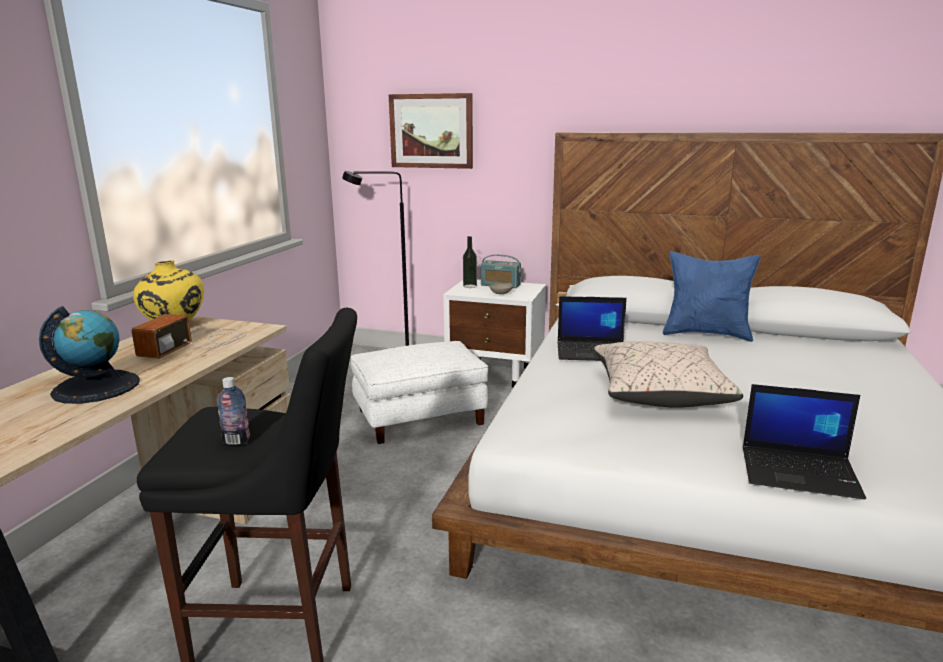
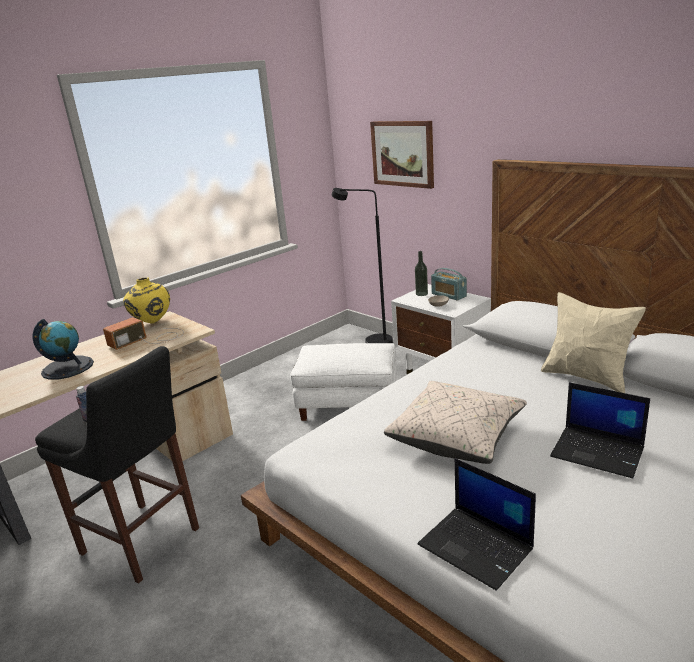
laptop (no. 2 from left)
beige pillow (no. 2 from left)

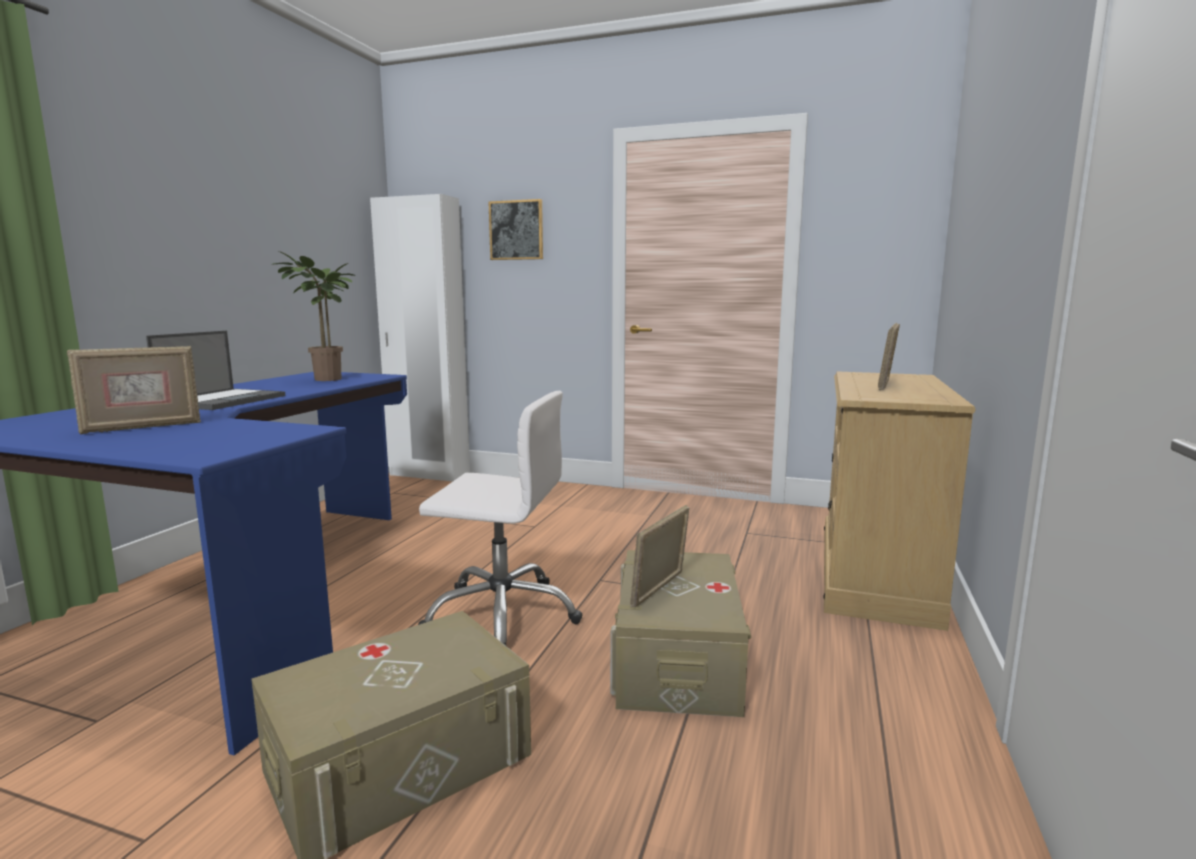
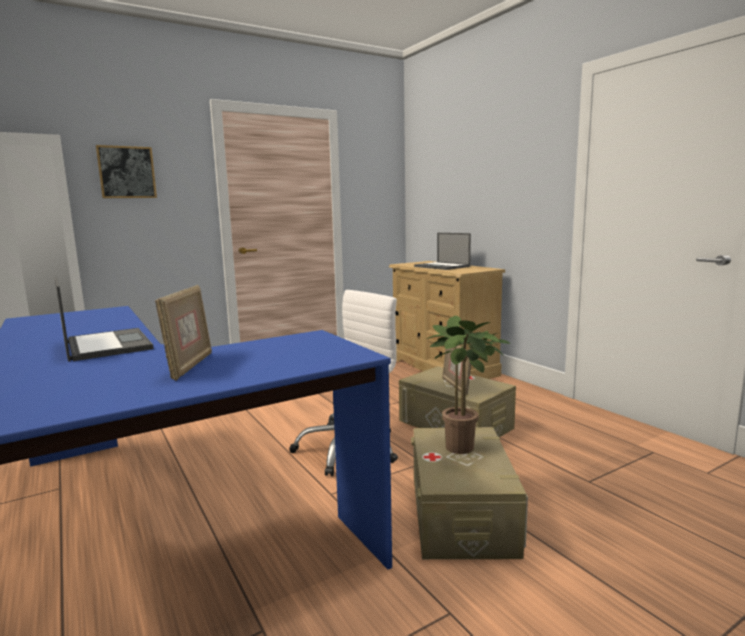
potted plant
laptop (no. 2 from left)

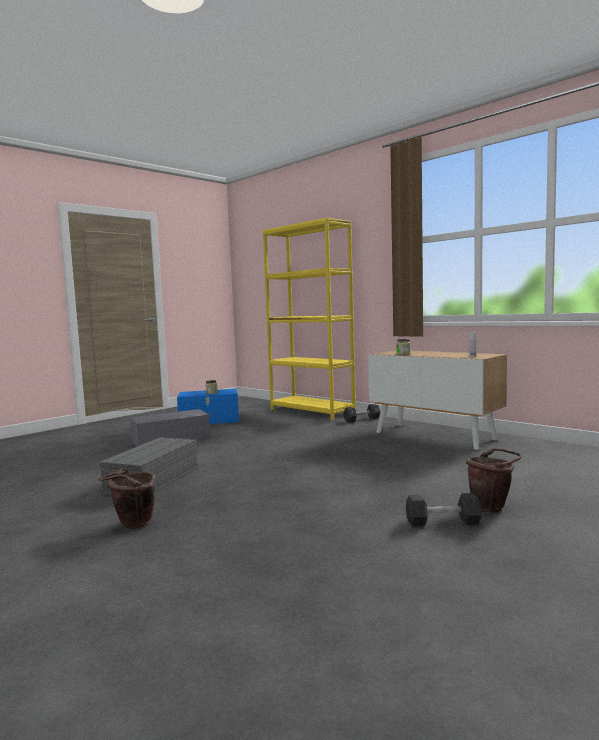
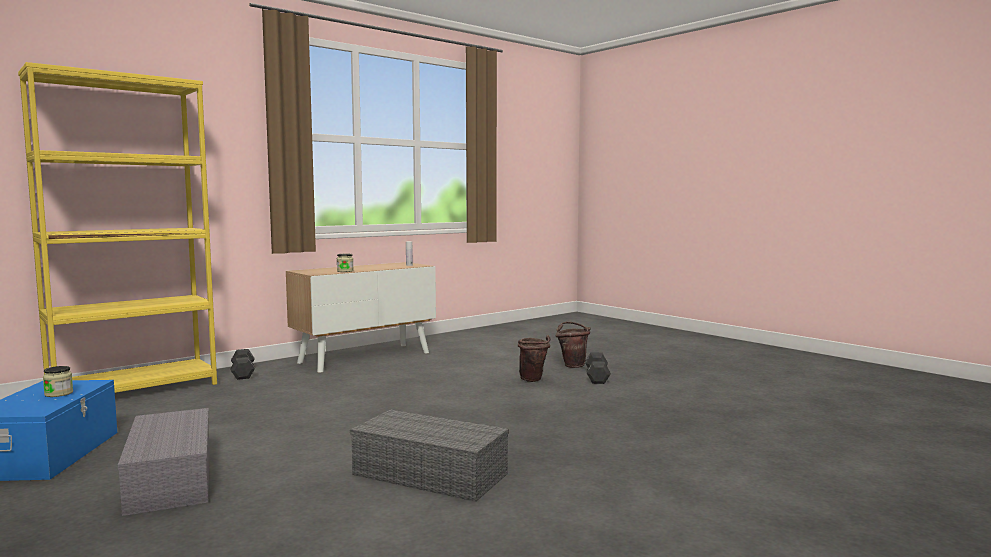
brown bucket (no. 1 from left)

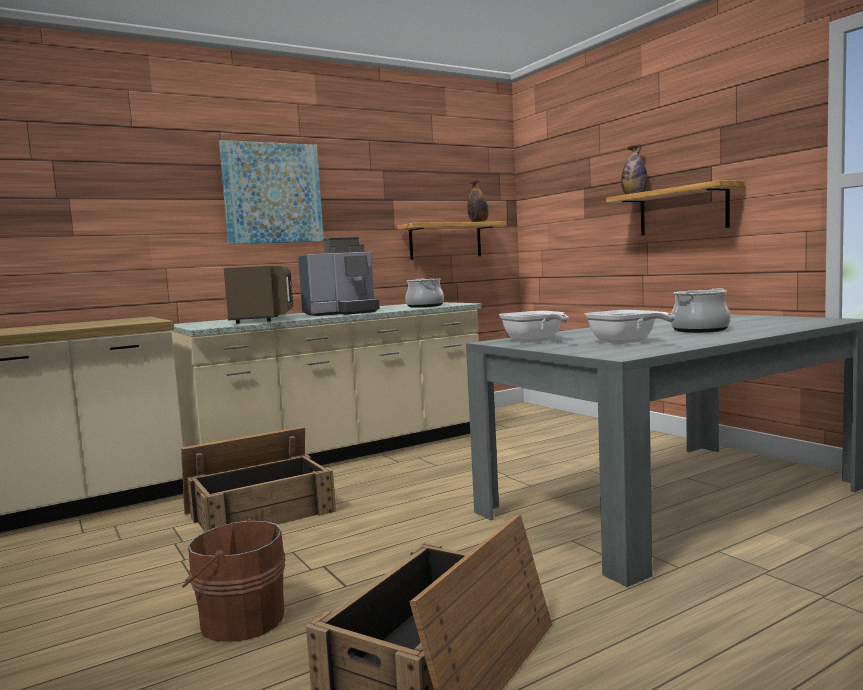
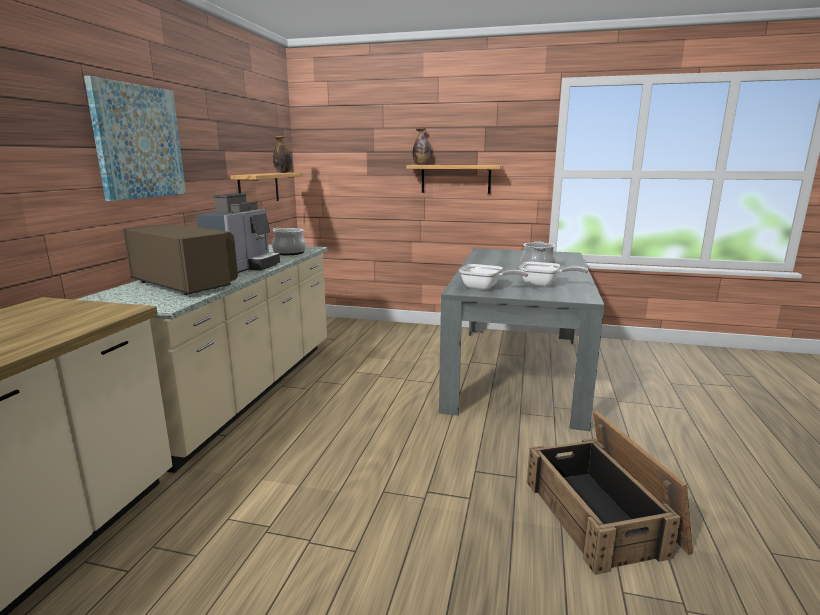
crate (no. 1 from left in the first image)
brown bucket

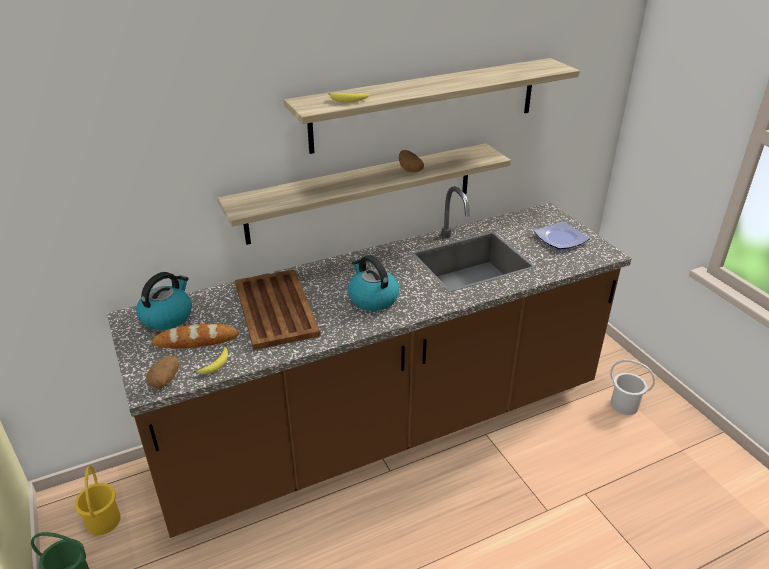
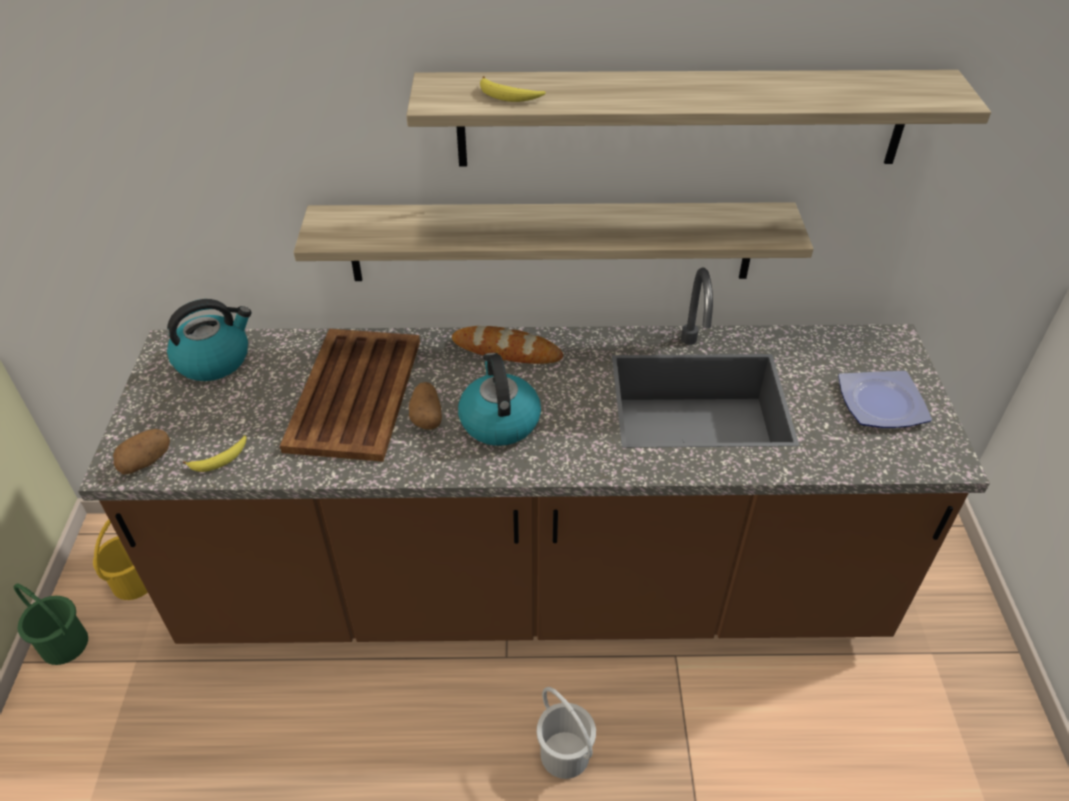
bread
potato (no. 2 from left)
white bucket

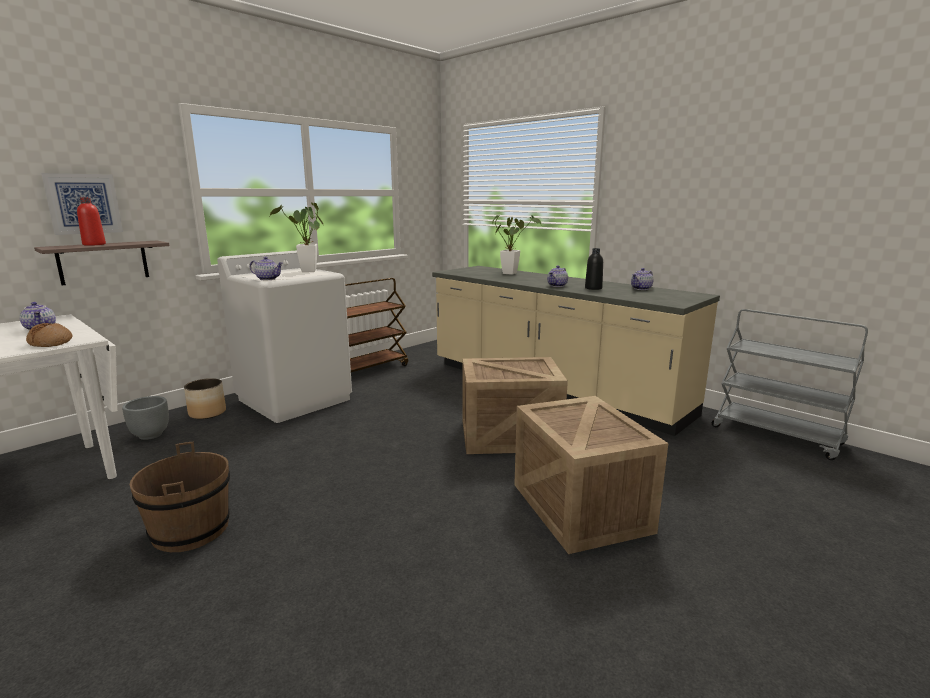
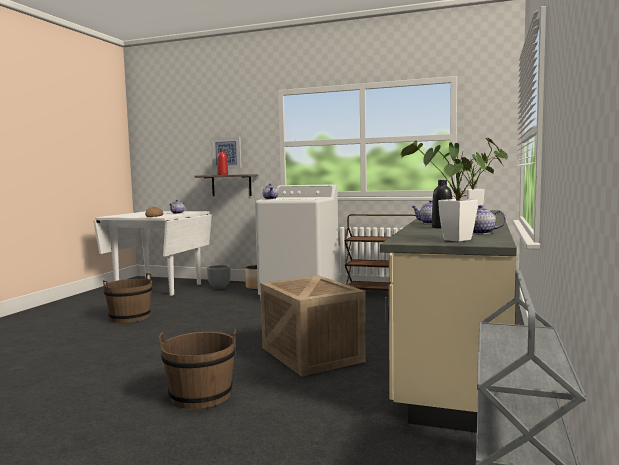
potted plant (no. 1 from left)
brown bucket (no. 2 from left)

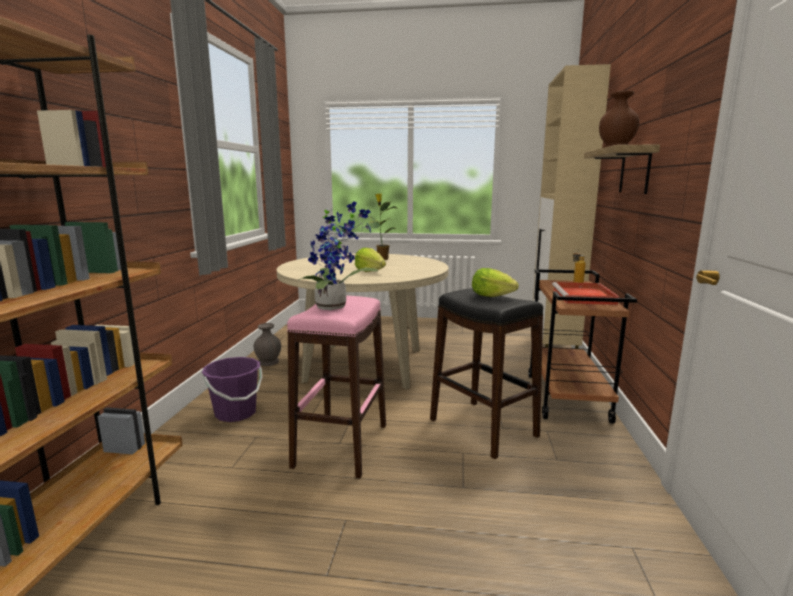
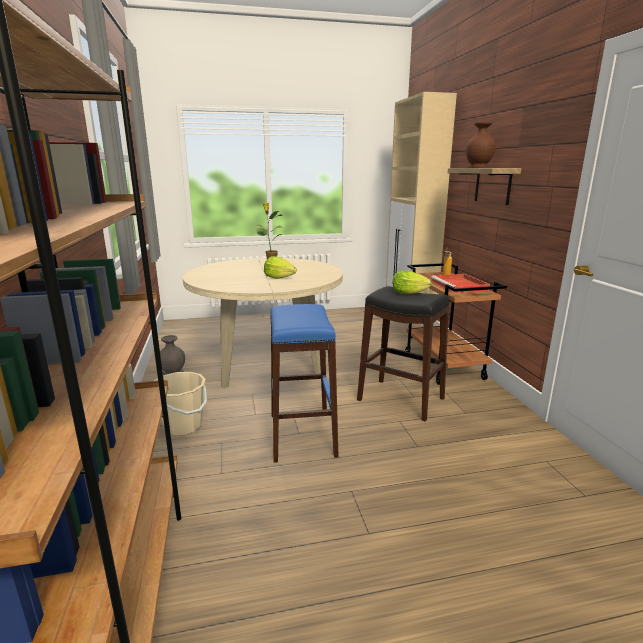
beige bucket
blue stool
potted plant (no. 1 from left in the first image)

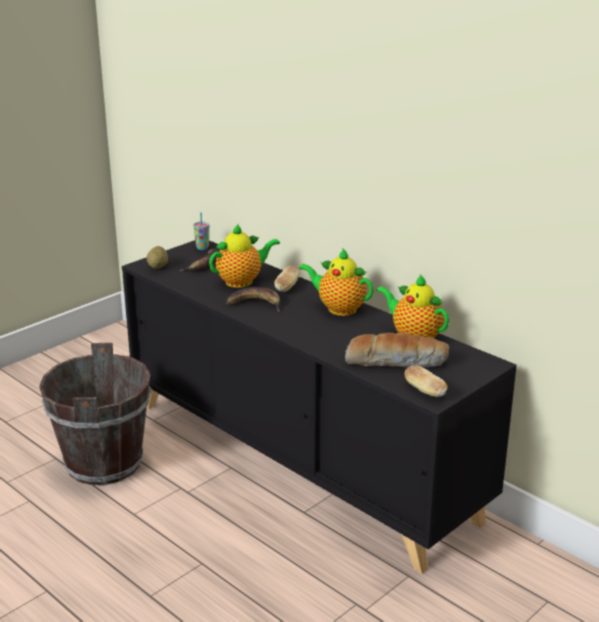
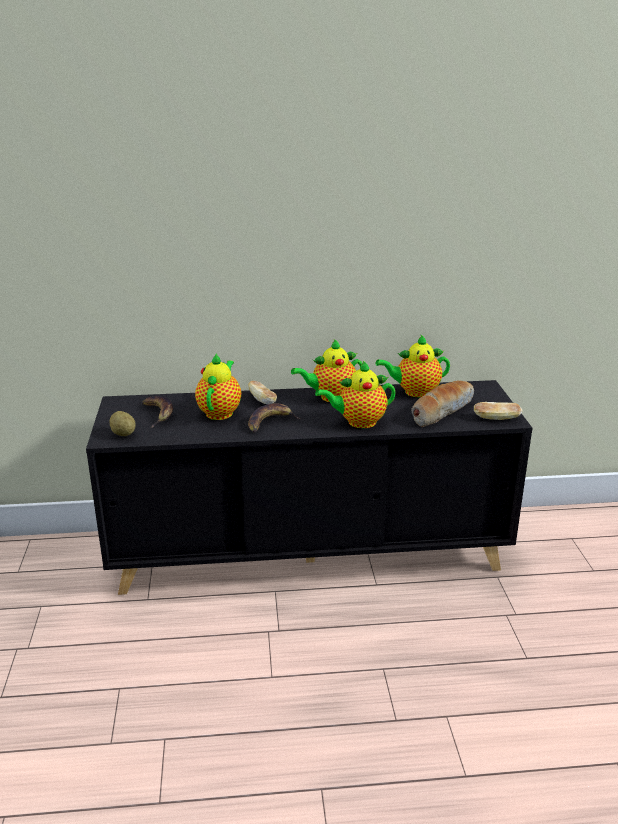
brown bucket
cup
teapot (no. 3 from left)

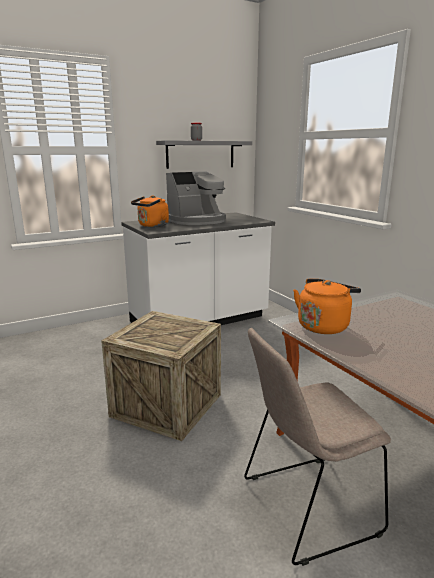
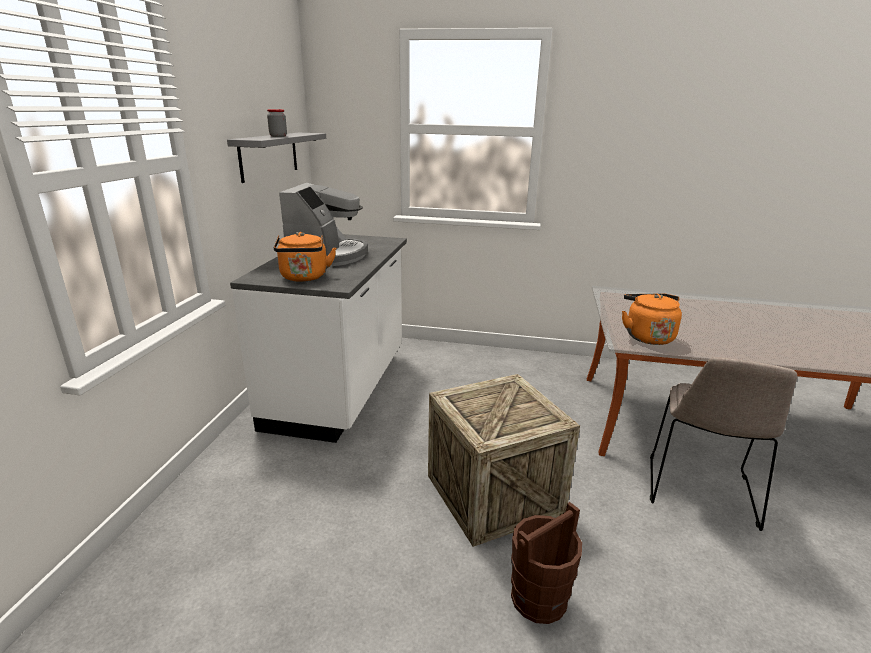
brown bucket

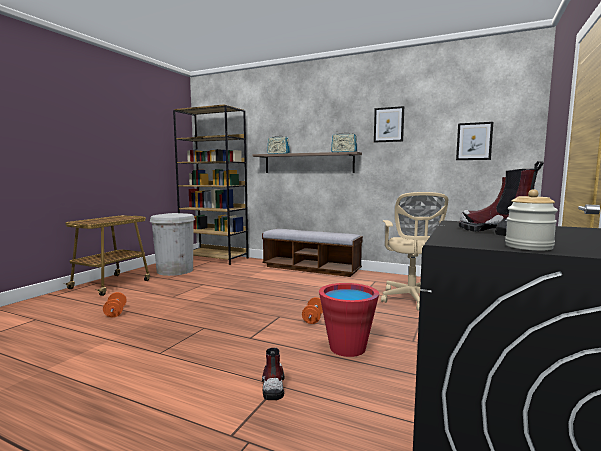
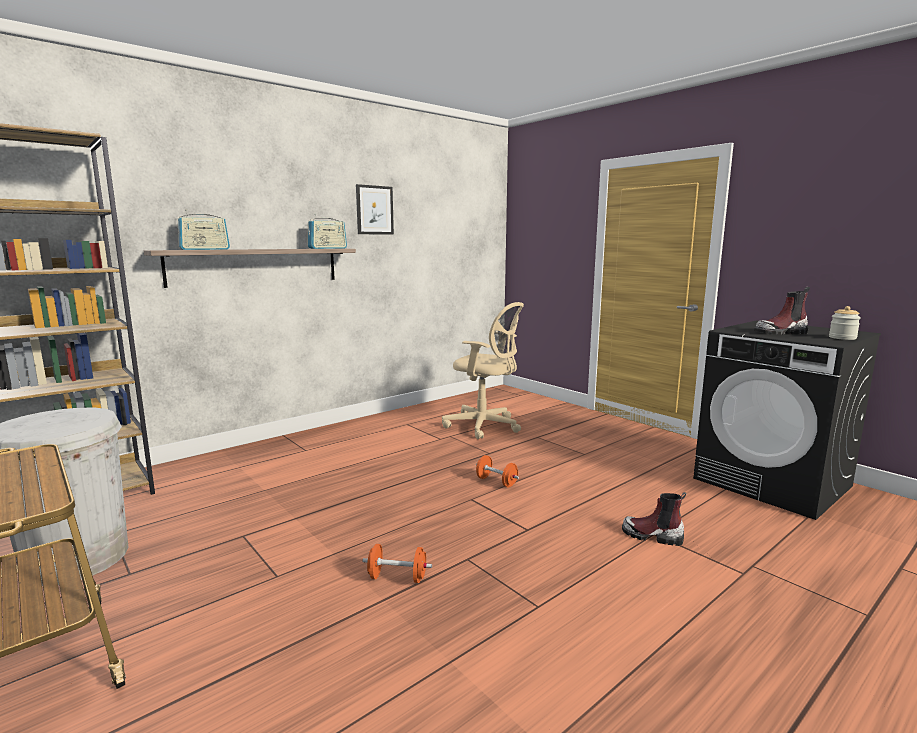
orange dumbbell (no. 1 from left)
bench
red bucket
picture (no. 2 from left in the first image)

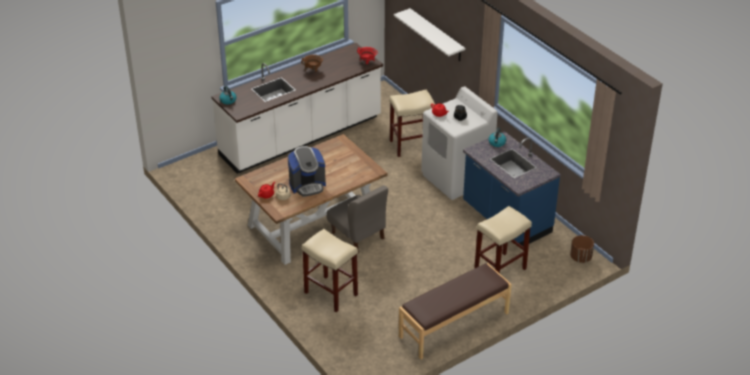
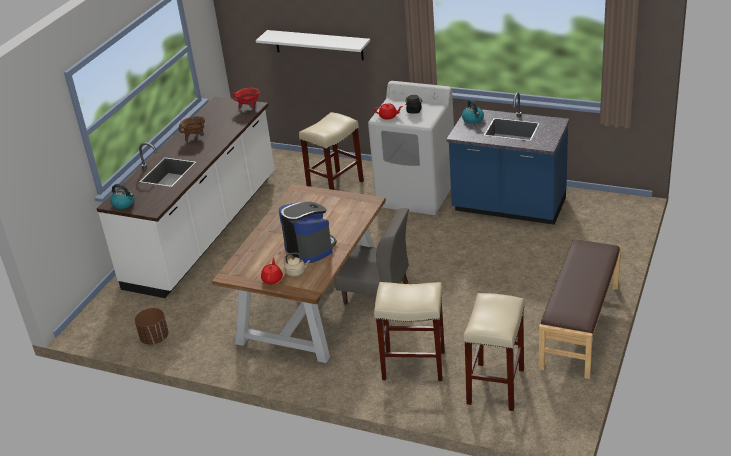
coffee machine
beige stool (no. 3 from left)
brown planter

